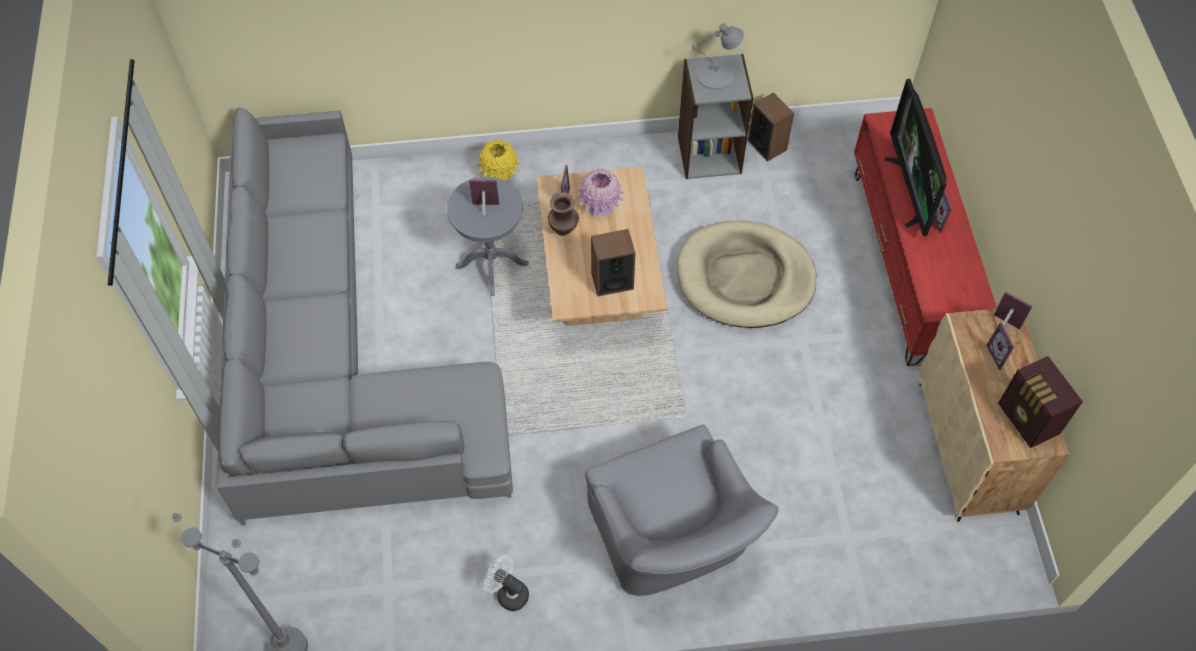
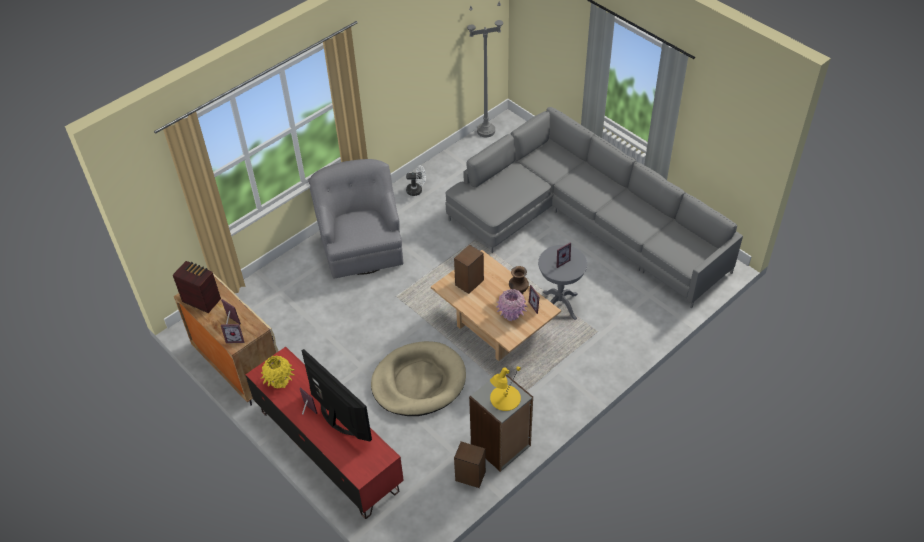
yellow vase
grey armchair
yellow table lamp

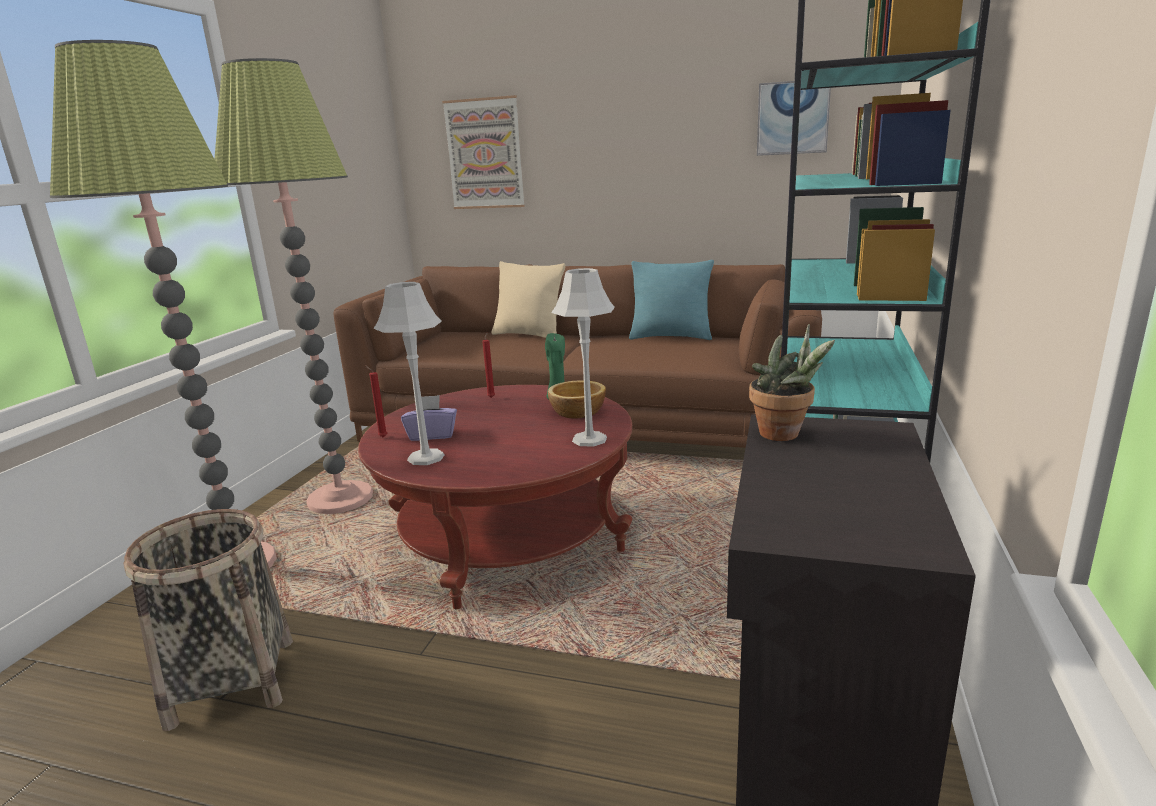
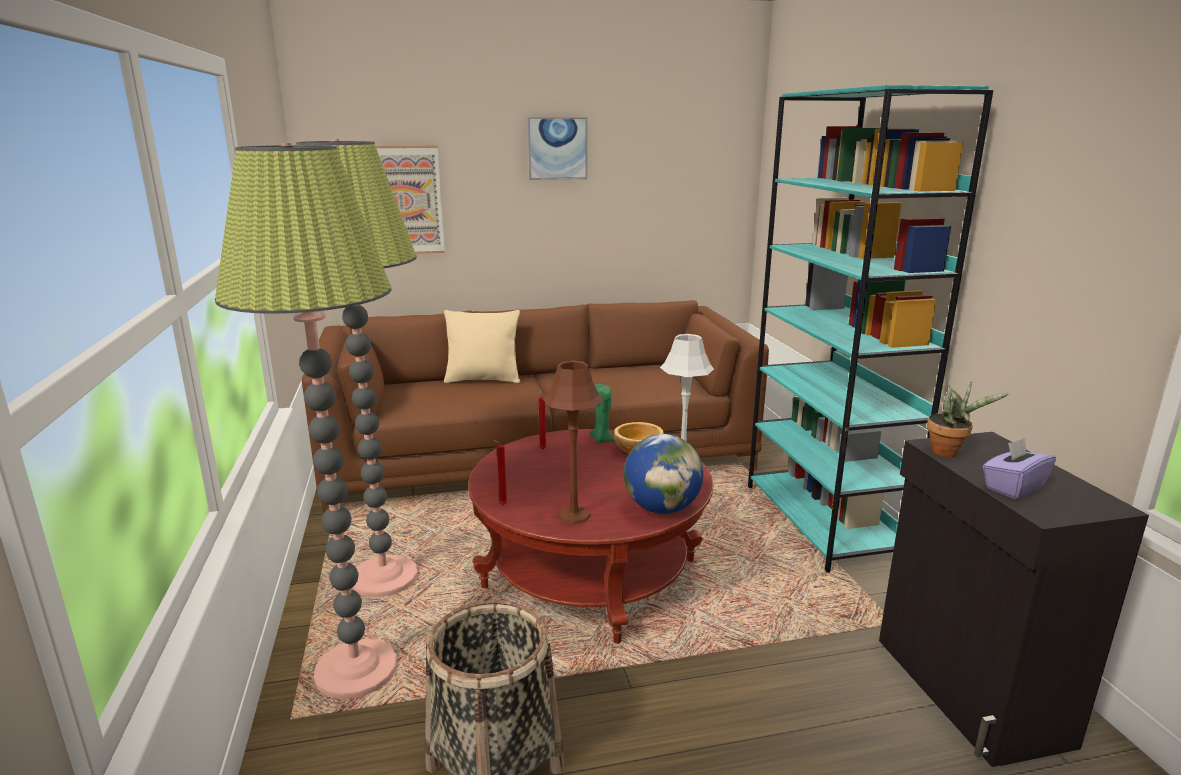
brown table lamp
purple tissue box
turquoise pillow
picture (no. 2 from left)
globe

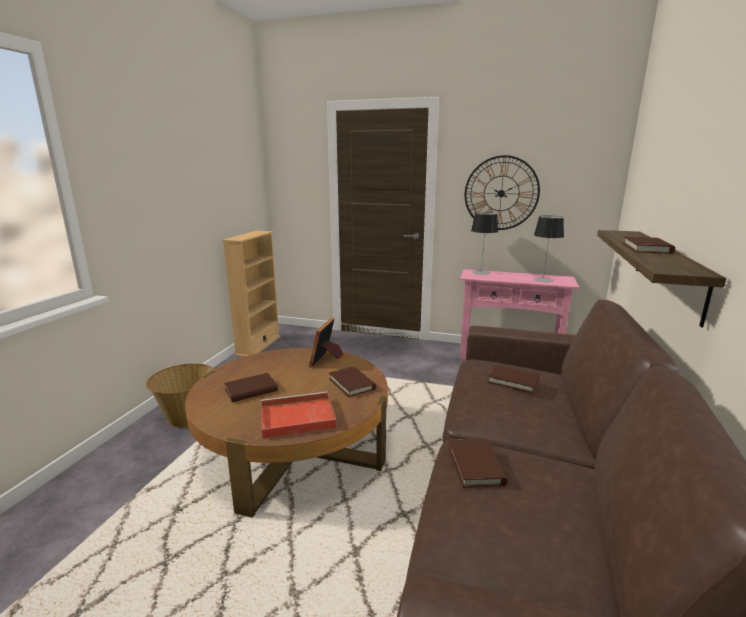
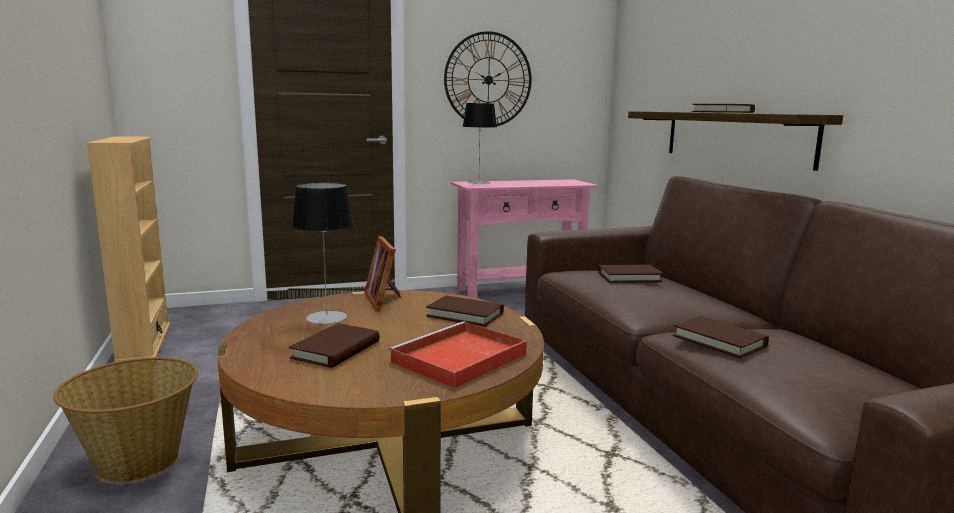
table lamp (no. 1 from left)

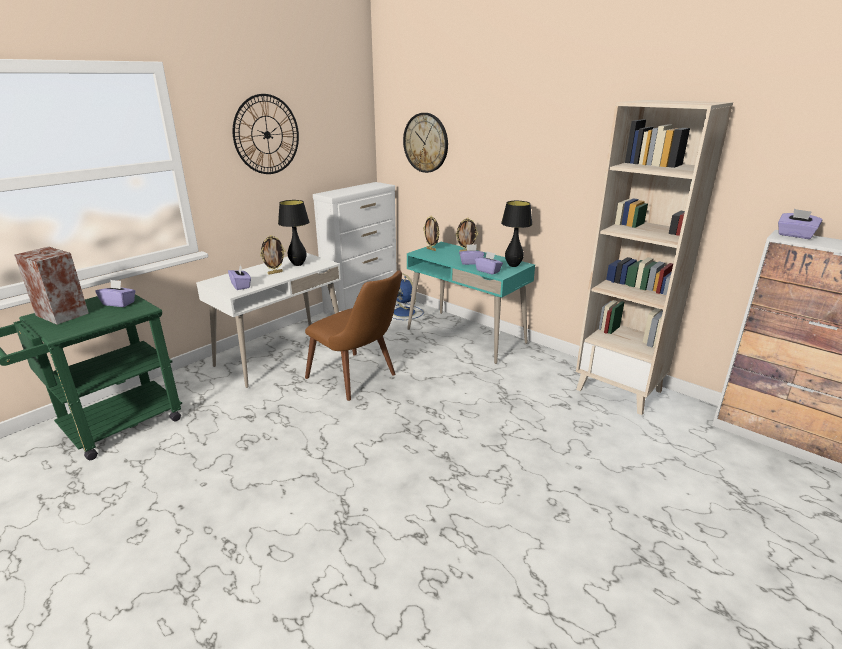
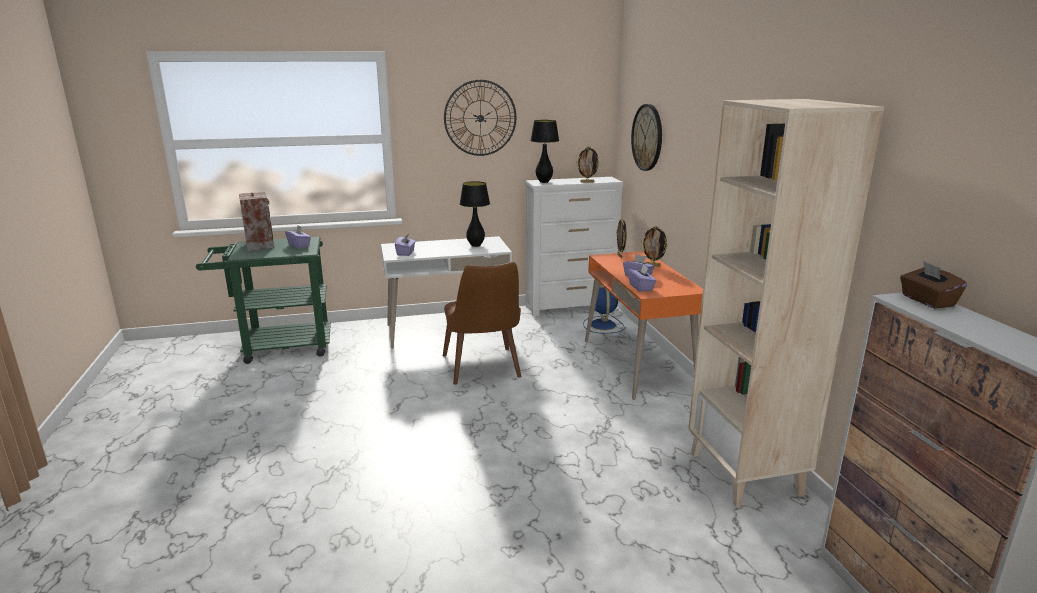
picture frame (no. 1 from left)
orange desk
black table lamp (no. 2 from left)
brown tissue box

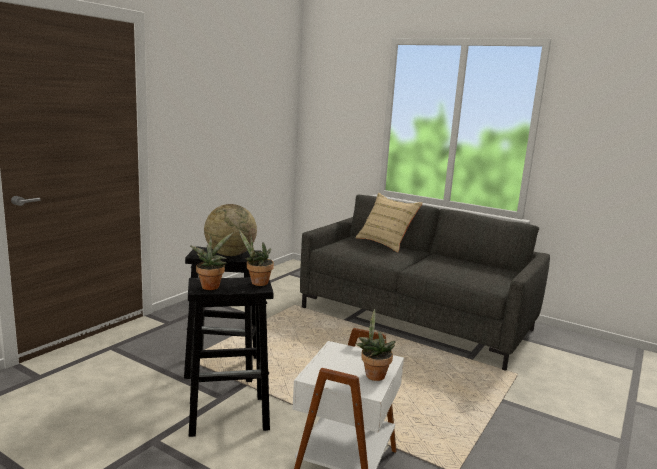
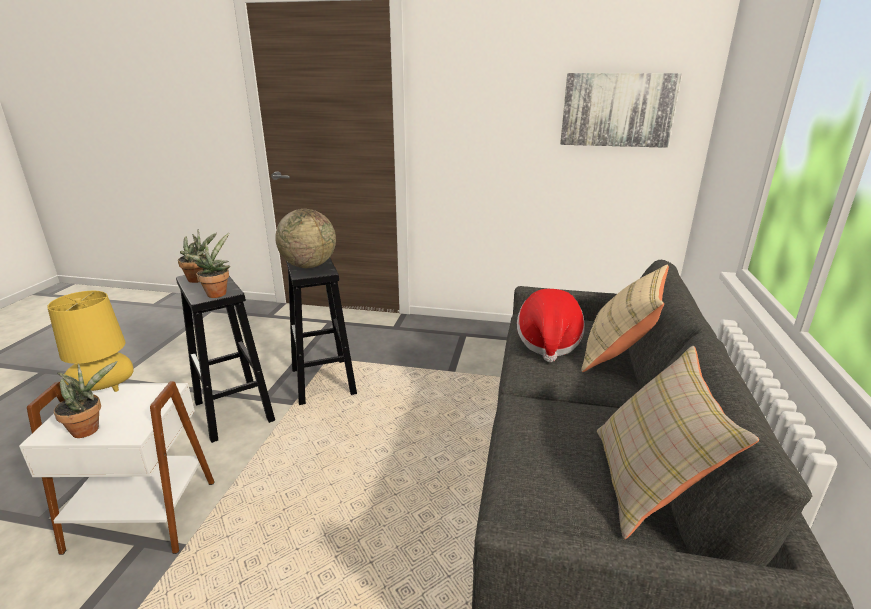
yellow table lamp
hat
picture
beige pillow (no. 2 from left)

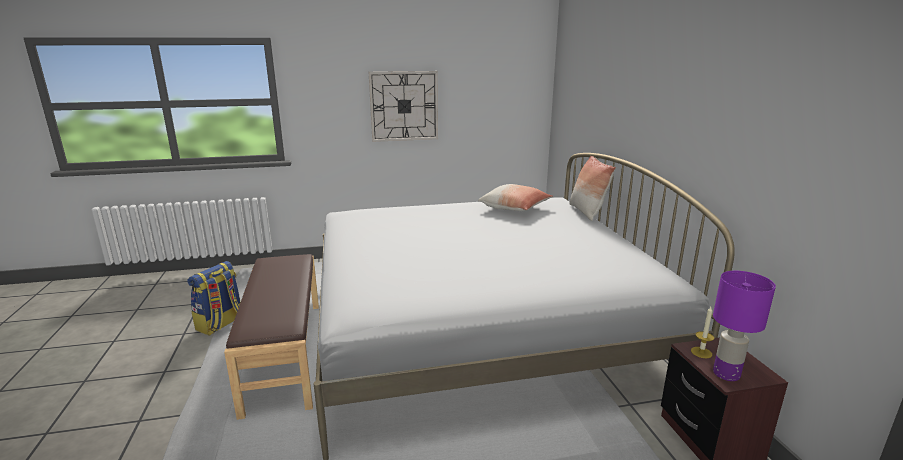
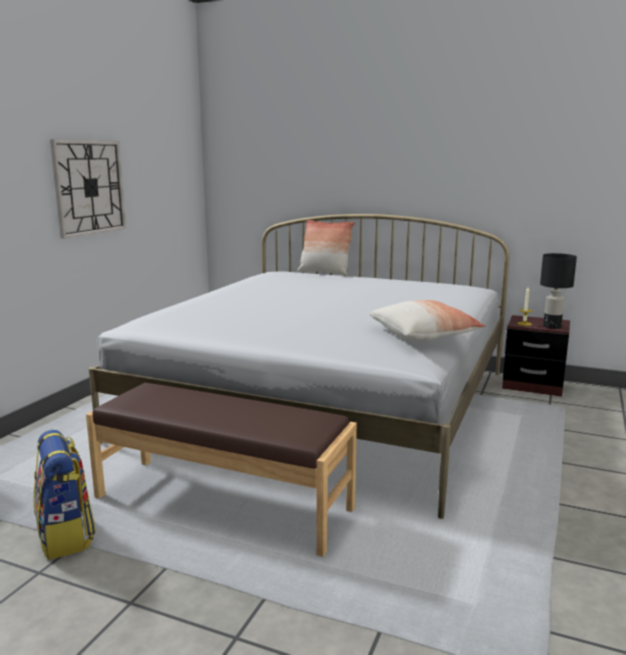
pillow (no. 2 from left)
black table lamp

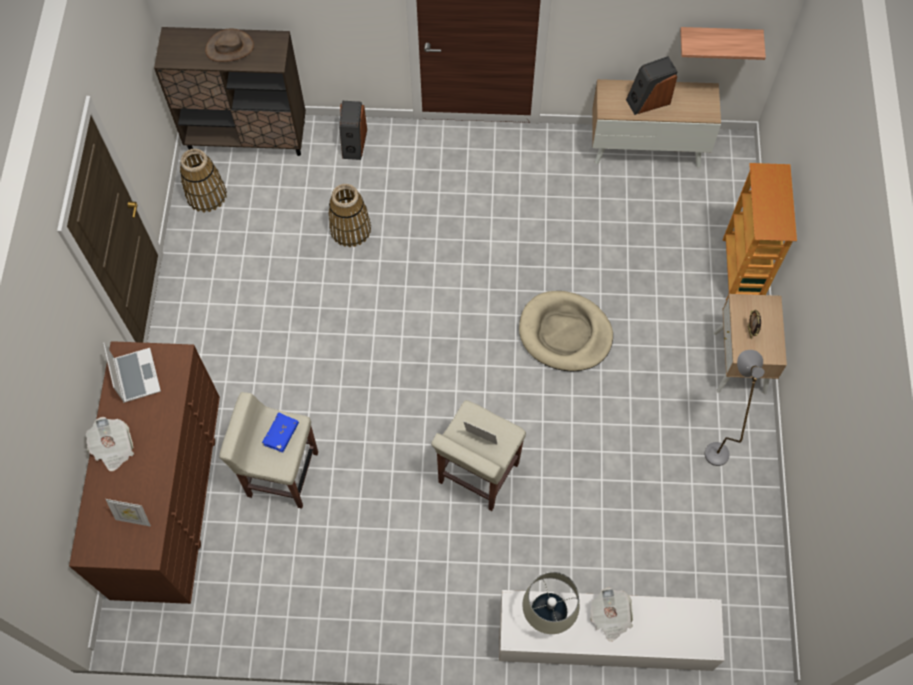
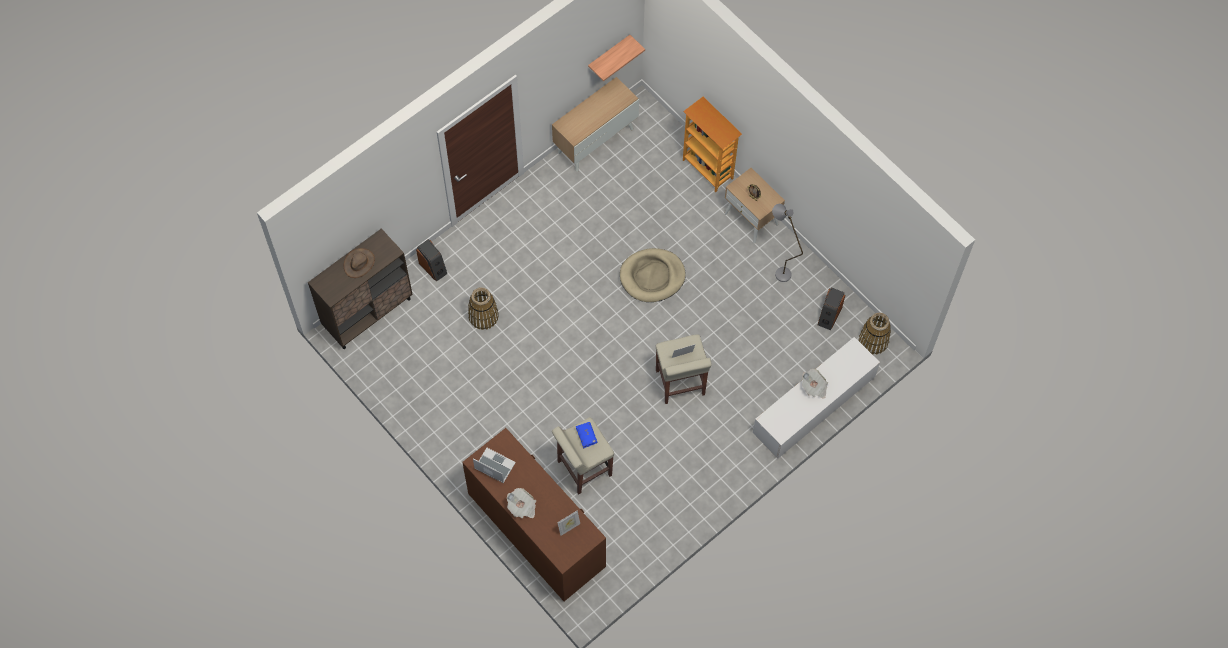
basket (no. 2 from left)
beige table lamp
speaker (no. 2 from left)

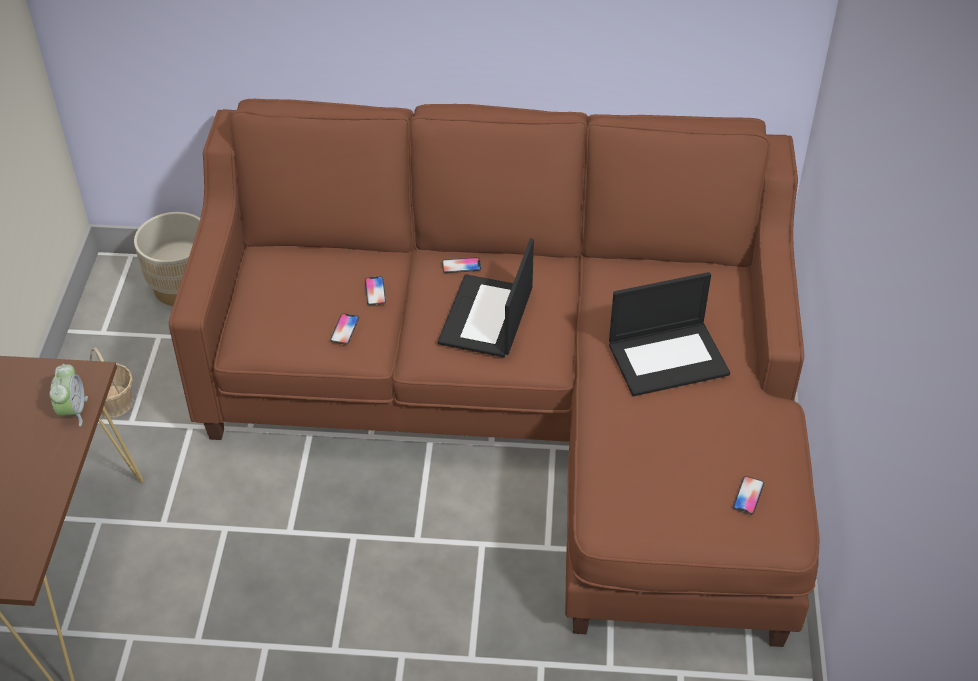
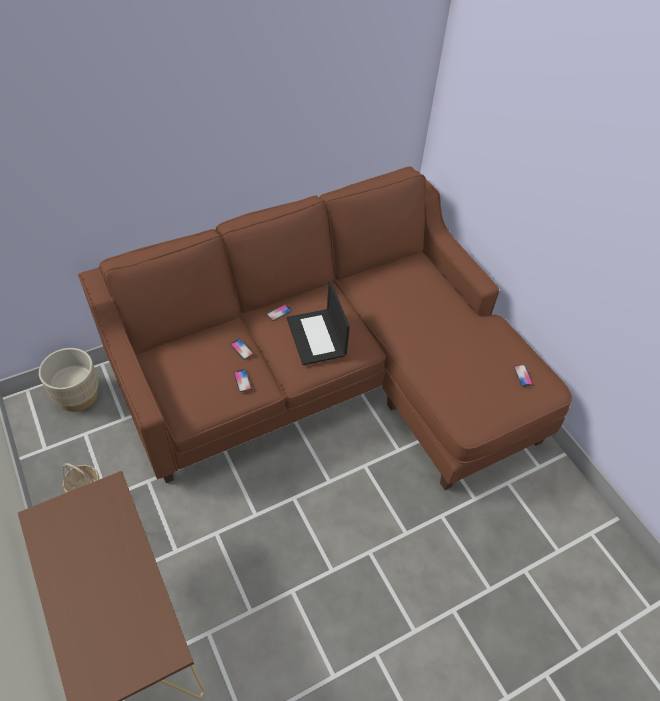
alarm clock
laptop (no. 2 from left in the first image)

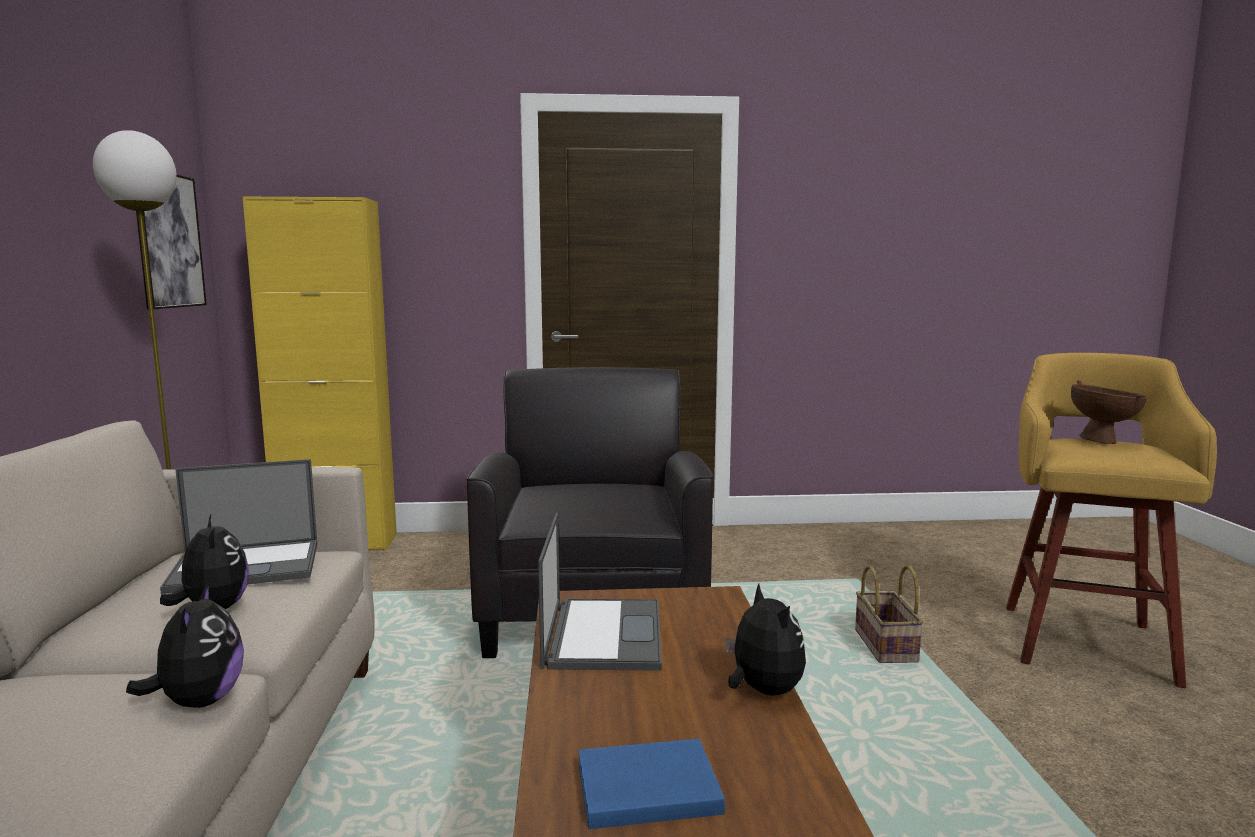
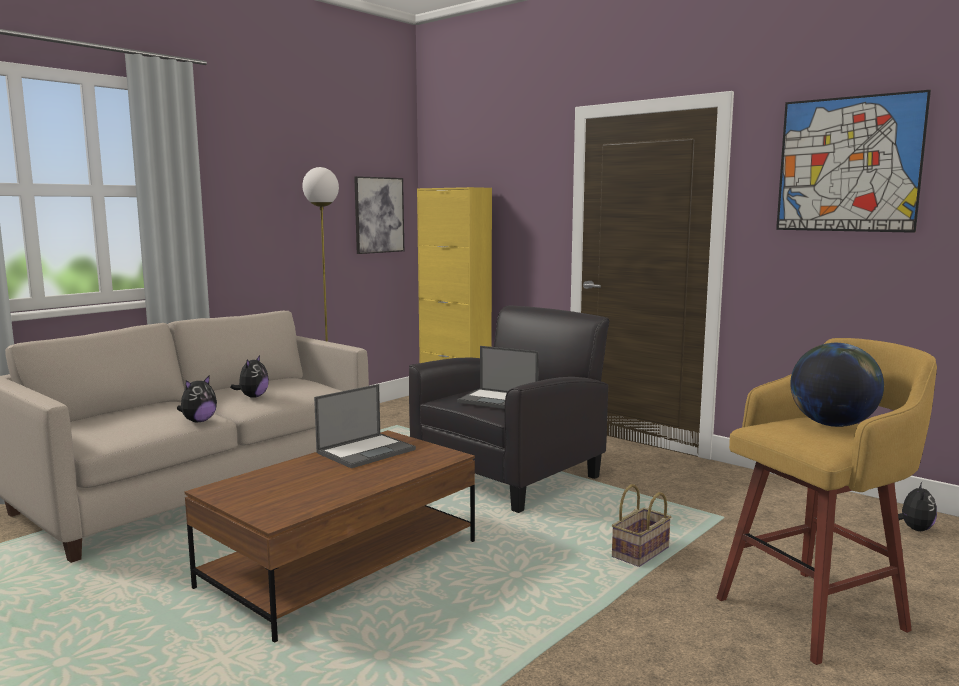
laptop (no. 2 from left)
blue book
plush toy (no. 3 from left)
globe
picture (no. 2 from left)

